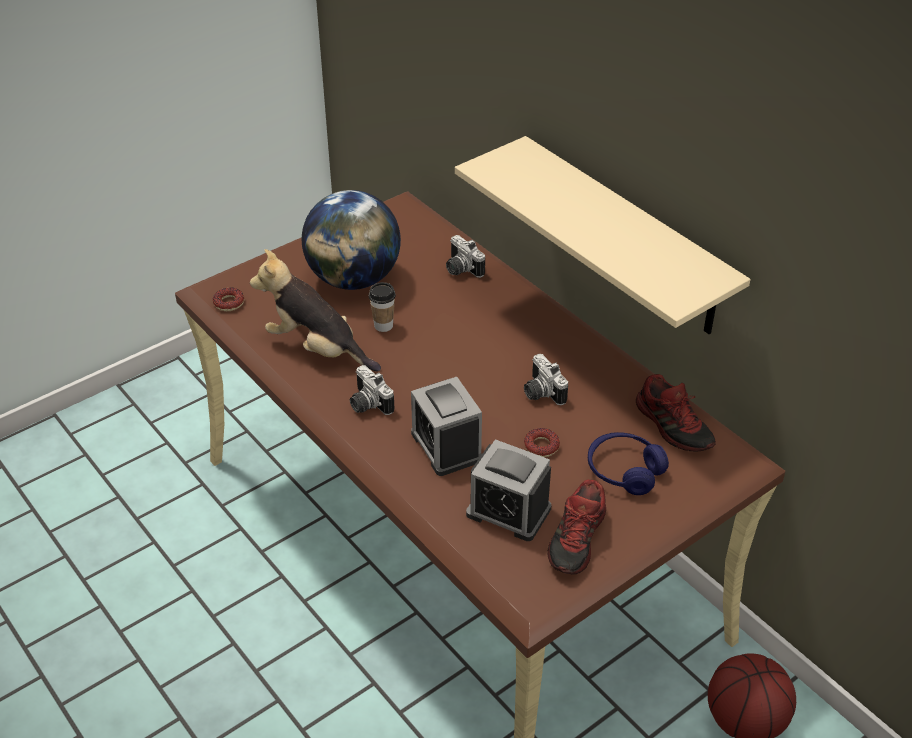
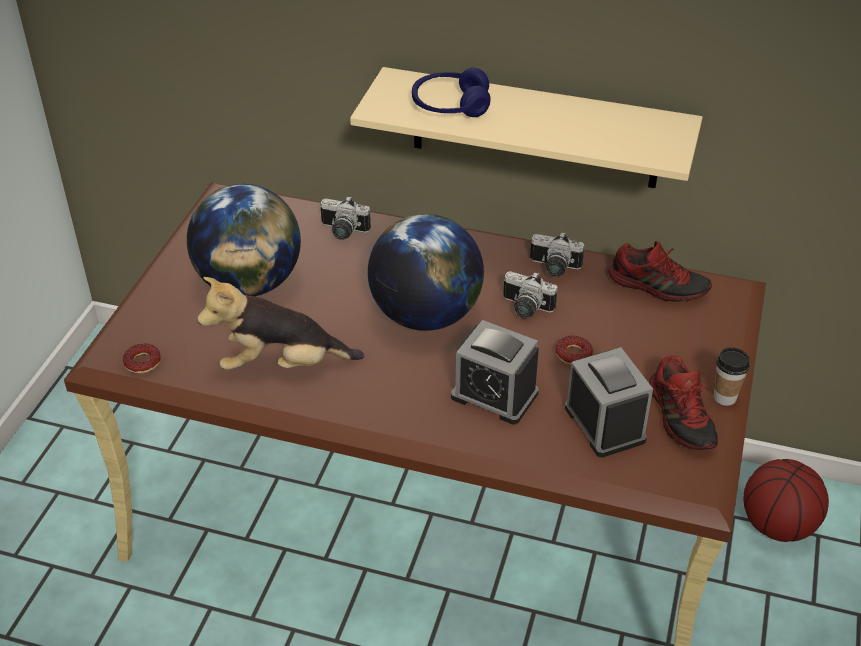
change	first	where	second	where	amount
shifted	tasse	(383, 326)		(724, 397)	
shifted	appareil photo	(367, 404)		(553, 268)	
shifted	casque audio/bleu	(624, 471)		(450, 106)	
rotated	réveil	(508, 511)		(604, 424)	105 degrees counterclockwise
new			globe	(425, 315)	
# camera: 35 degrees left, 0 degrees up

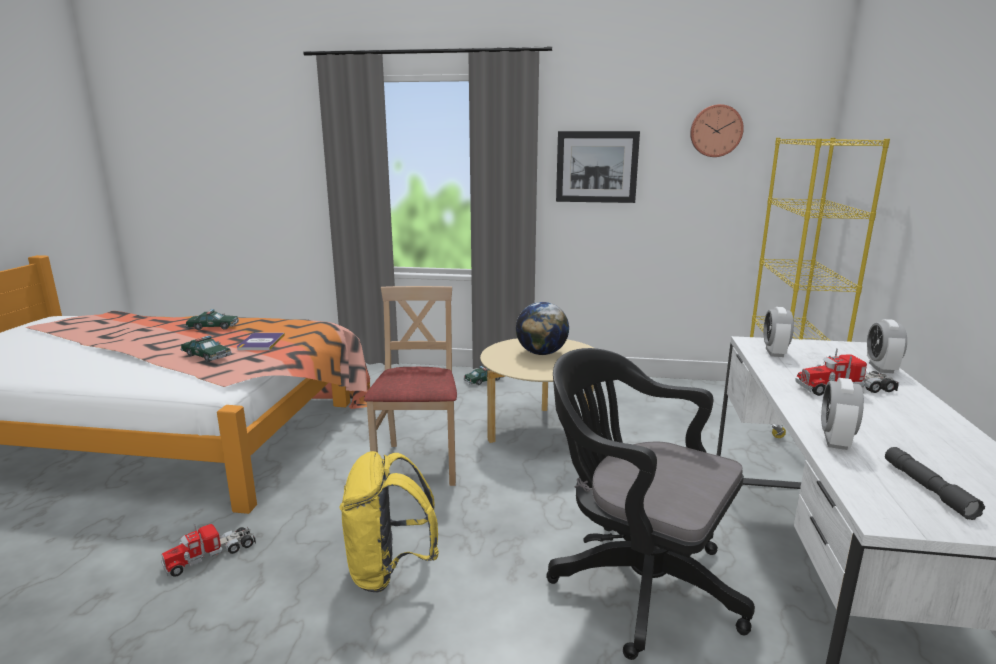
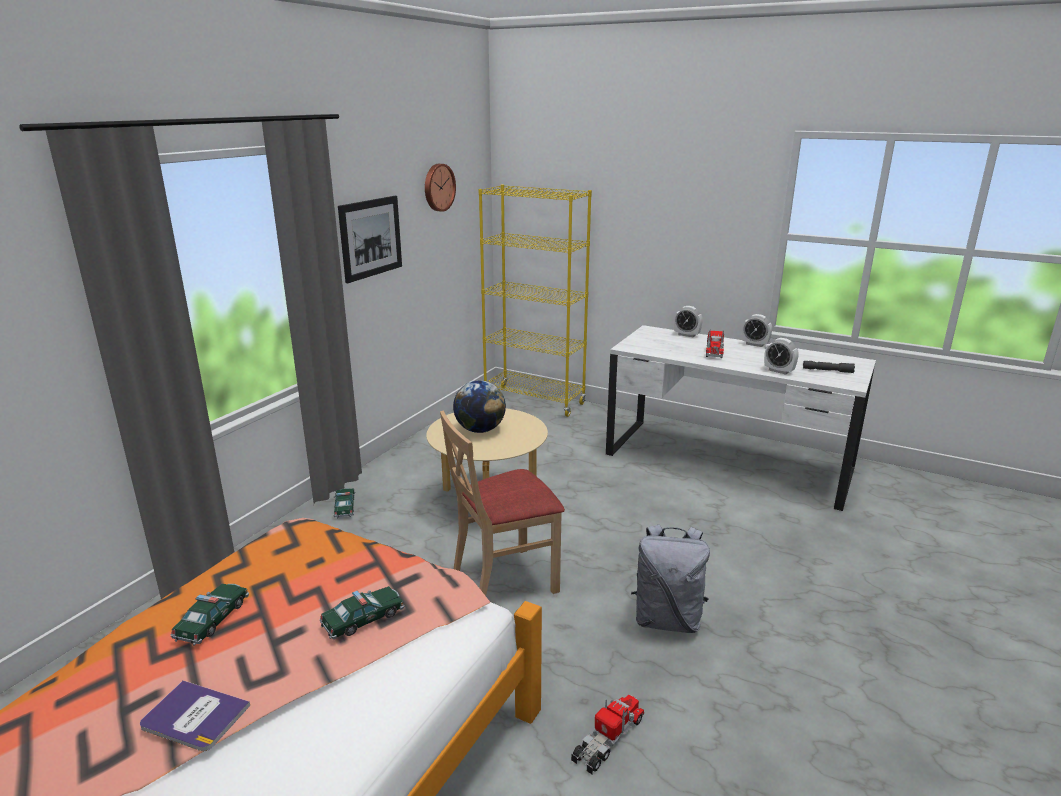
change	first	where	second	where	amount
rotated	chaise/beige	(419, 464)		(504, 579)	45 degrees counterclockwise
shifted	réveil	(774, 352)		(755, 344)	
shifted	livre	(261, 342)		(194, 717)	
gone	chaise de bureau/noir	(636, 581)			
repainted	sac à dos/jaune	(389, 570)	sac à dos/gris	(667, 619)	
rotated	camion jouet	(211, 555)		(608, 739)	120 degrees counterclockwise
# camera: 70 degrees left, 5 degrees up

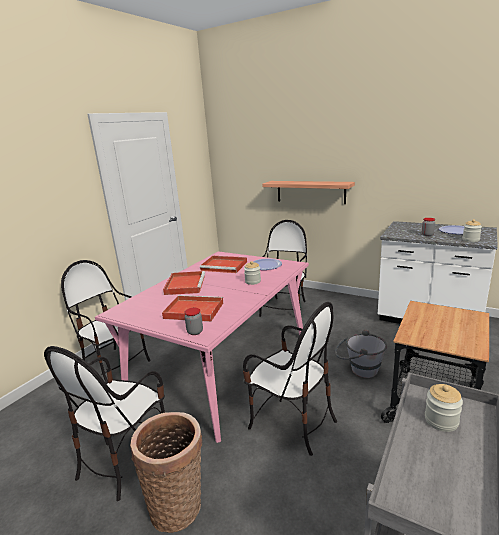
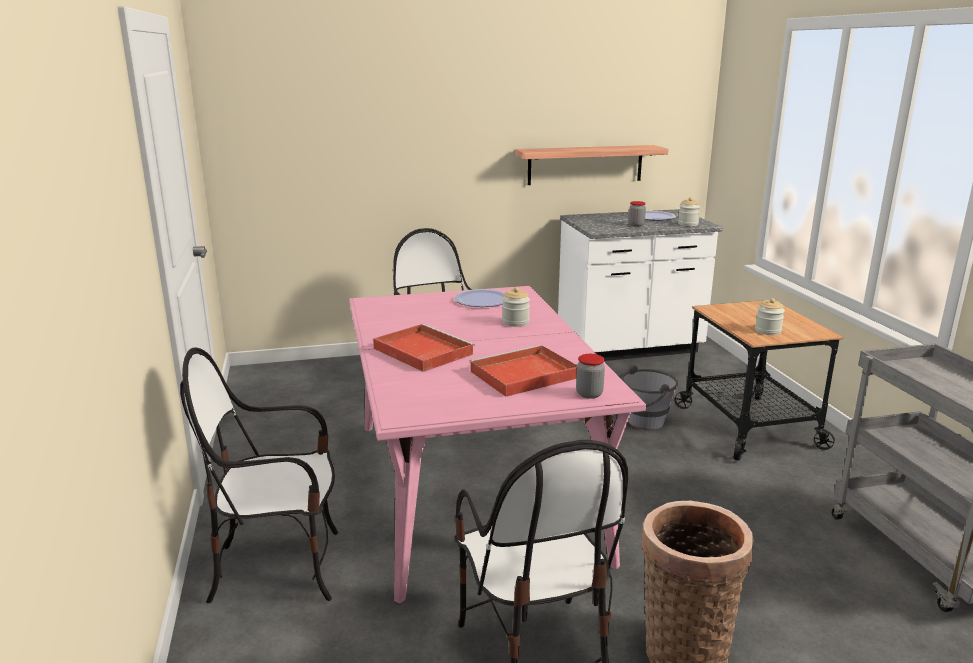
change	first	where	second	where	amount
shifted	étagère	(310, 192)		(585, 165)	
gone	plateau/rouge	(225, 266)			
gone	chaise	(292, 422)			
shifted	bocal	(441, 420)		(767, 331)	
# camera: 45 degrees left, 0 degrees up

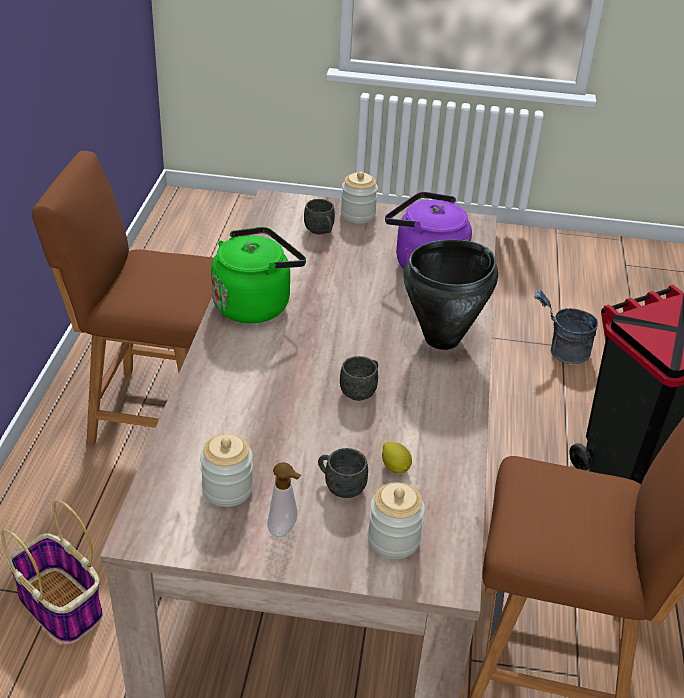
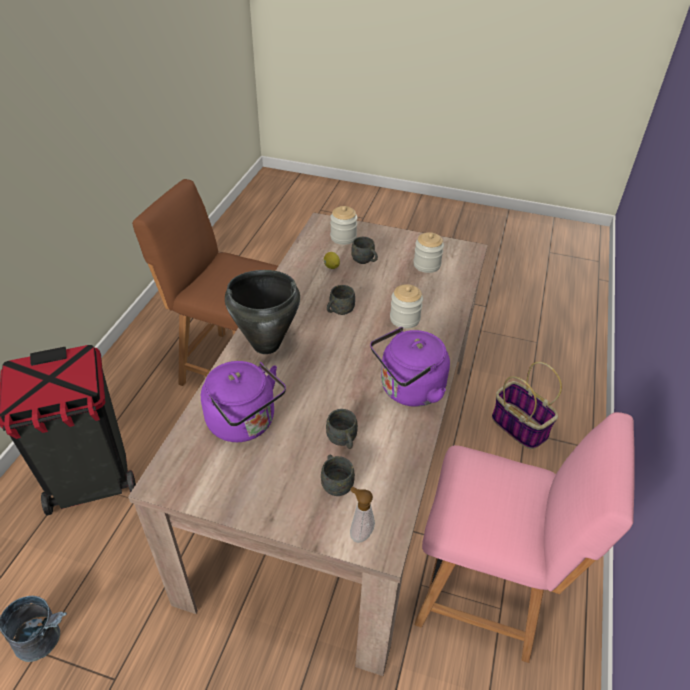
change	first	where	second	where	amount
repainted	chaise/marron	(156, 412)	chaise/rose	(486, 592)	
shifted	bocal	(358, 215)		(404, 319)	
repainted	bouilloire/vert	(255, 304)	bouilloire/violet	(408, 390)	
shifted	distributeur de savon	(285, 530)		(359, 533)	
new			mug/gris	(343, 441)	
# camera: 170 degrees left, 5 degrees up

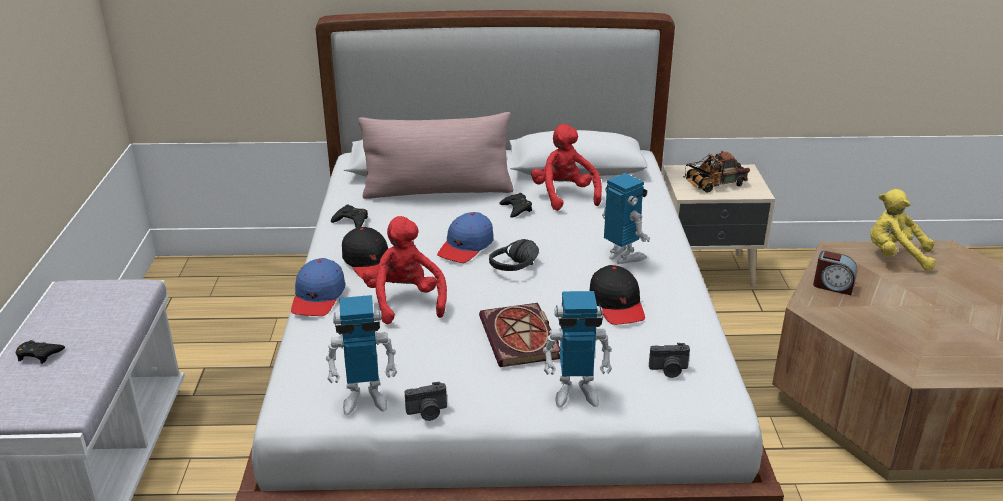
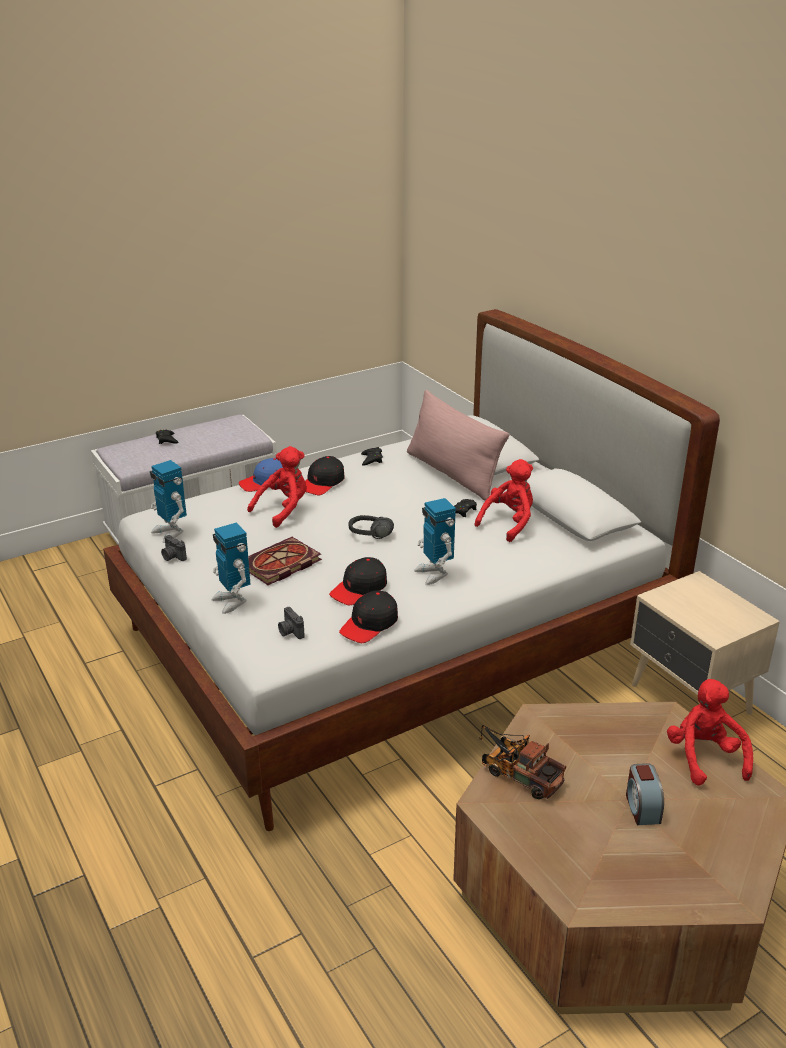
change	first	where	second	where	amount
shifted	camion jouet	(712, 185)		(517, 774)	
rotated	robot jouet	(623, 257)		(434, 574)	135 degrees clockwise
repainted	peluche/jaune	(895, 256)	peluche/rouge	(704, 757)	
gone	casquette/bleu	(466, 246)			
shifted	réveil	(833, 286)		(642, 807)	
new			casquette/noir	(369, 624)	
# camera: 60 degrees right, 0 degrees up

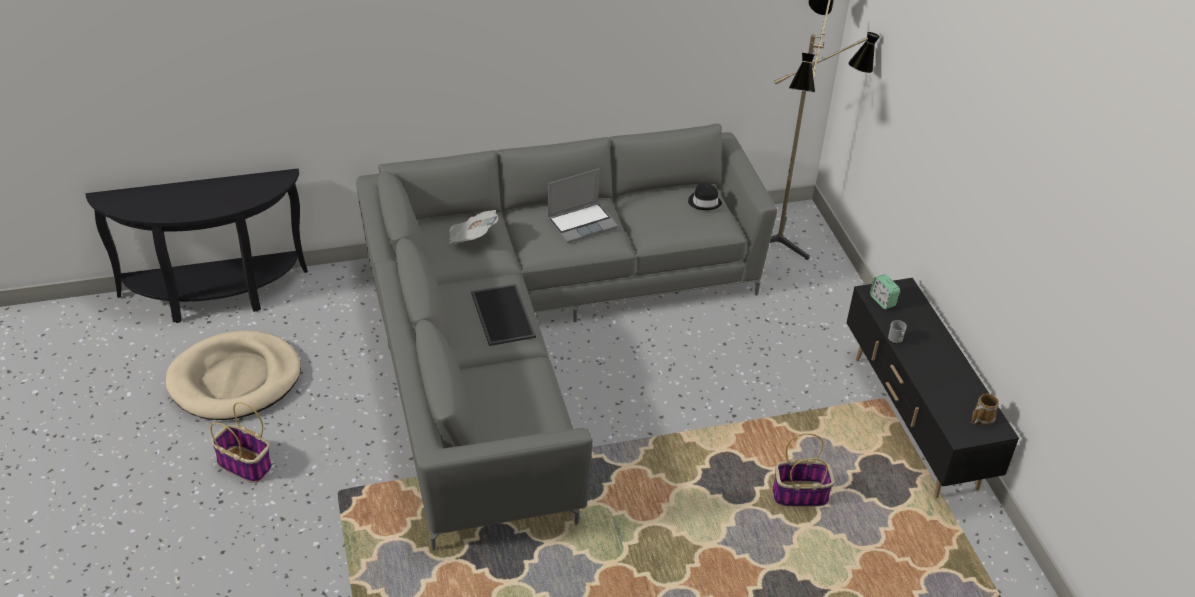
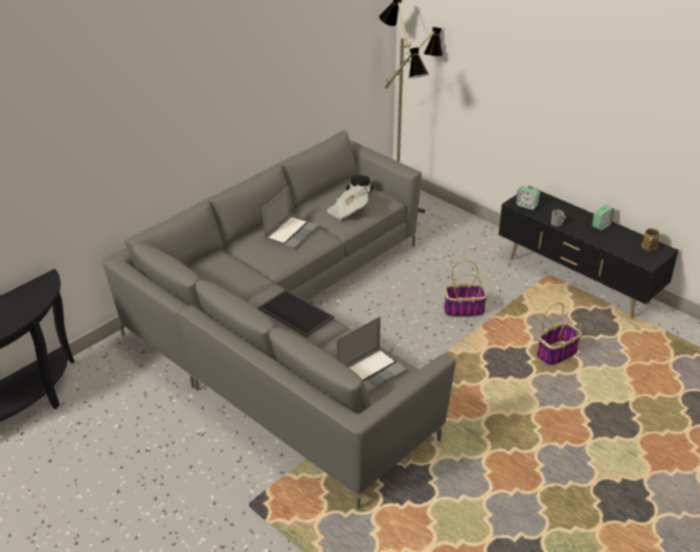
change	first	where	second	where	amount
shifted	journal	(472, 238)		(348, 211)	
gone	panier pour chien/beige	(235, 380)			
shifted	panier	(245, 465)		(464, 310)	
new			réveil	(601, 225)	
new			ordinateur portable	(371, 372)	
# camera: 30 degrees left, 5 degrees down

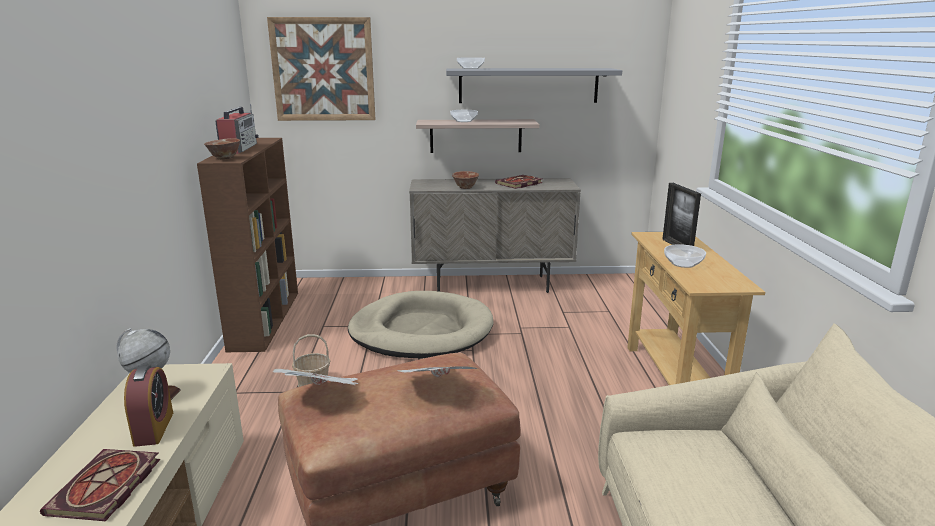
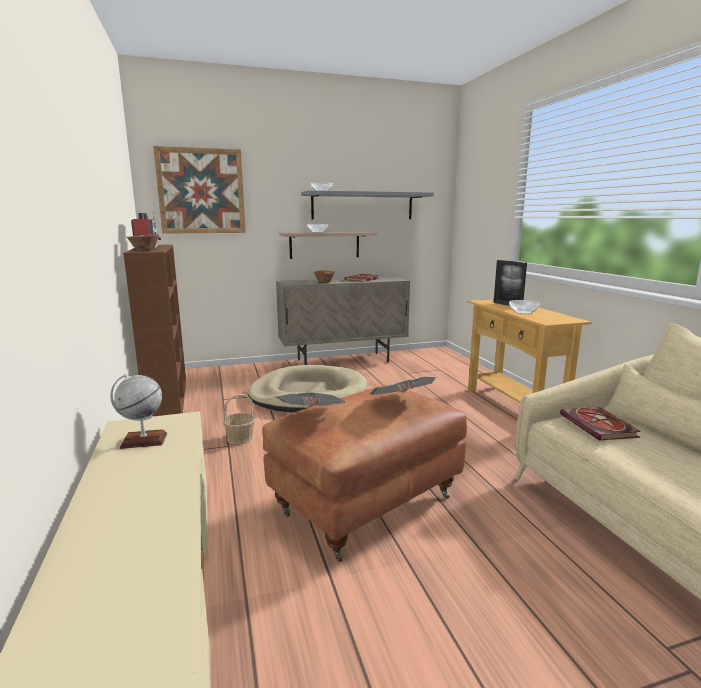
change	first	where	second	where	amount
gone	réveil	(154, 428)			
shifted	livre	(105, 489)		(600, 426)	
# camera: 15 degrees left, 5 degrees down

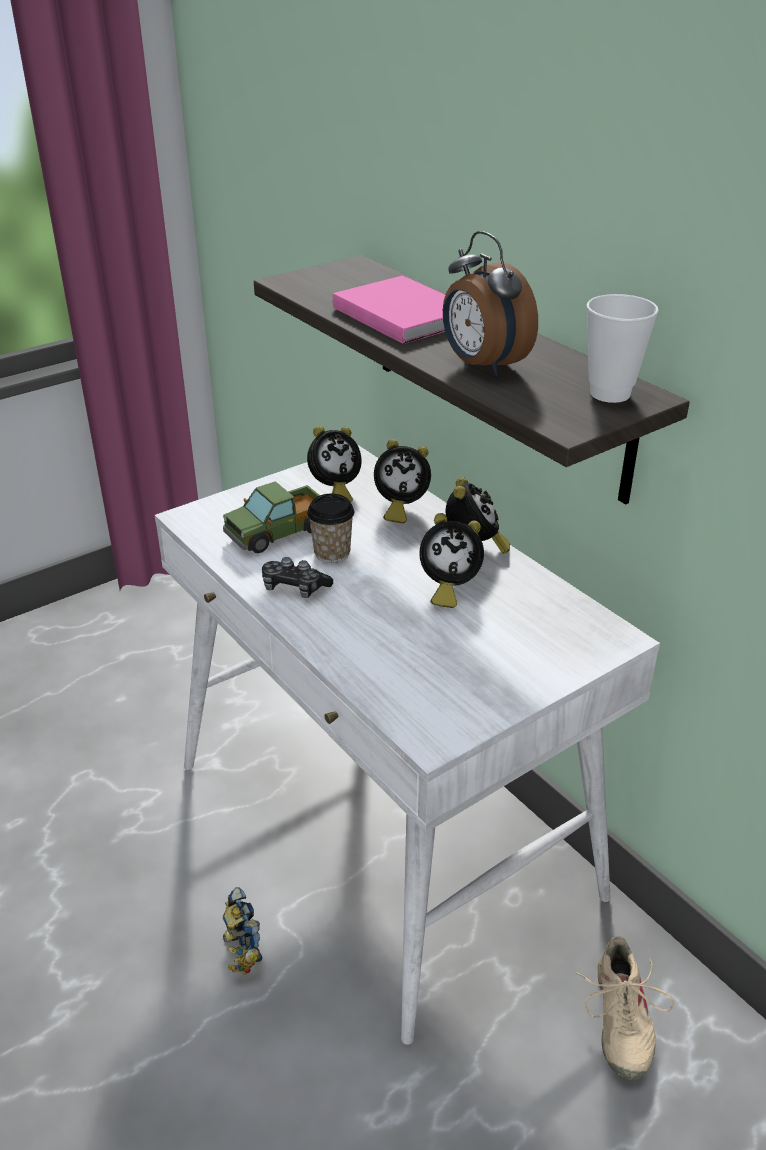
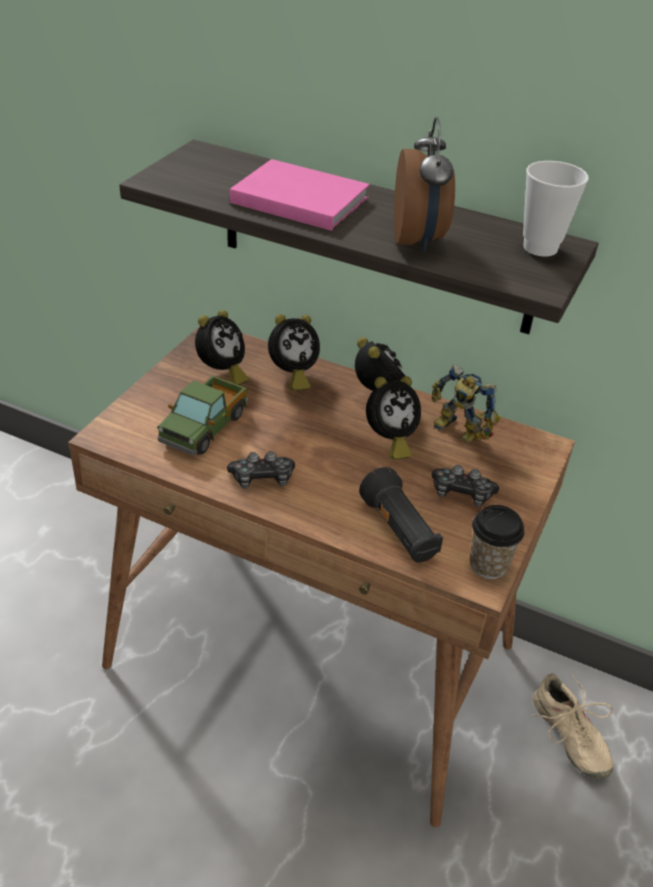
change	first	where	second	where	amount
rotated	réveil	(482, 365)		(418, 240)	120 degrees counterclockwise
repainted	bureau/blanc	(385, 830)	bureau/marron	(314, 656)	
shifted	tasse	(332, 553)		(488, 565)	
shifted	robot jouet	(239, 950)		(457, 431)	
new			manette	(461, 493)	
new			lampe de poche/noir	(399, 531)	
# camera: 30 degrees left, 5 degrees up

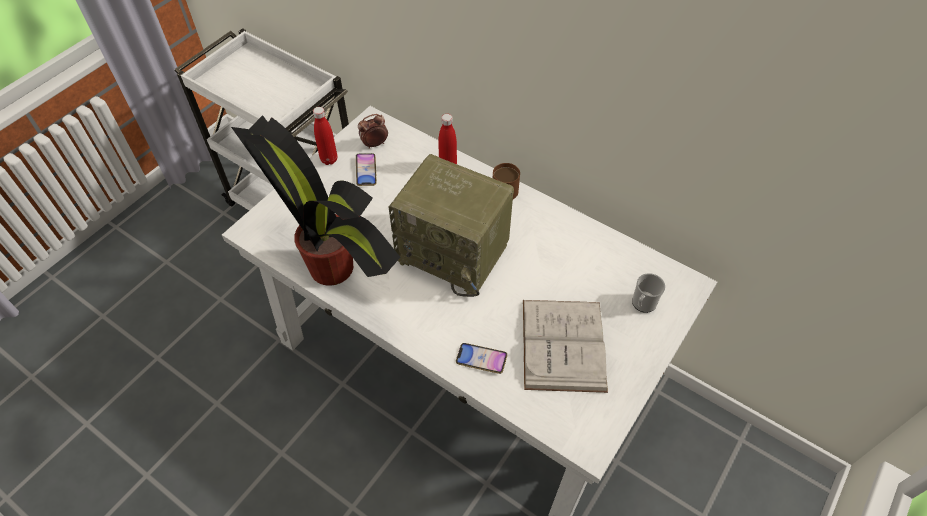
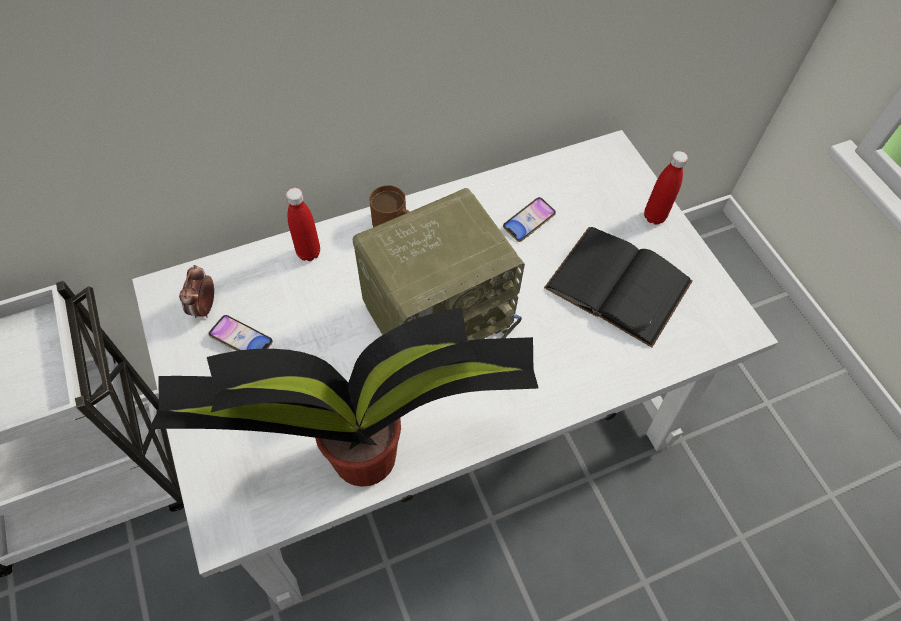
change	first	where	second	where	amount
shifted	bouteille/rouge	(329, 159)		(654, 217)	
gone	mug	(642, 304)			
repainted	livre/blanc	(563, 344)	livre/noir	(618, 284)	
shifted	téléphone	(481, 360)		(528, 222)	
# camera: 60 degrees left, 5 degrees up

